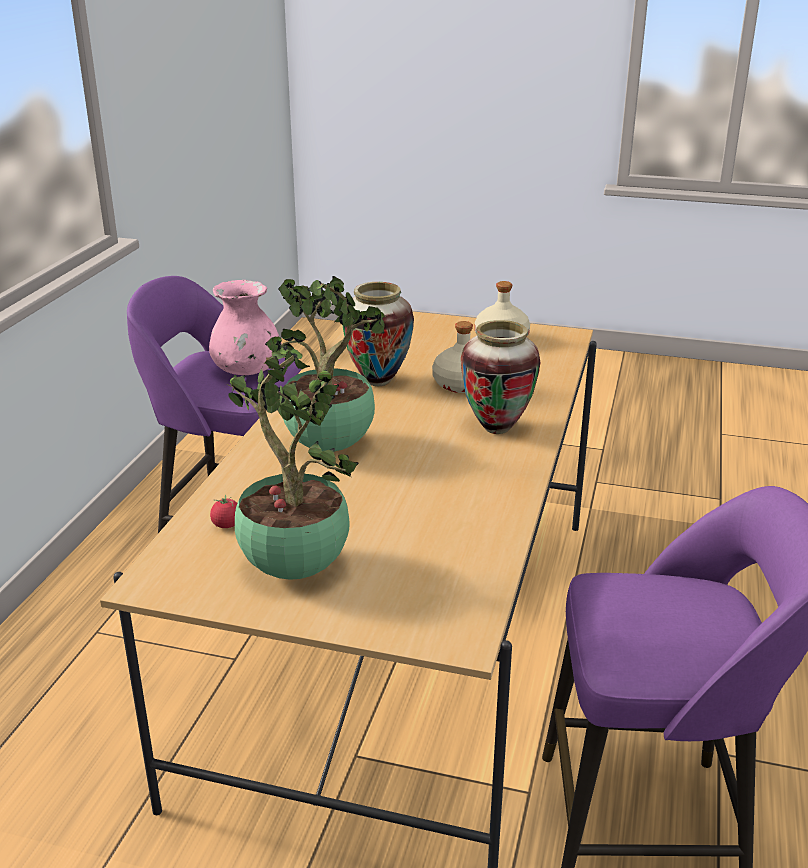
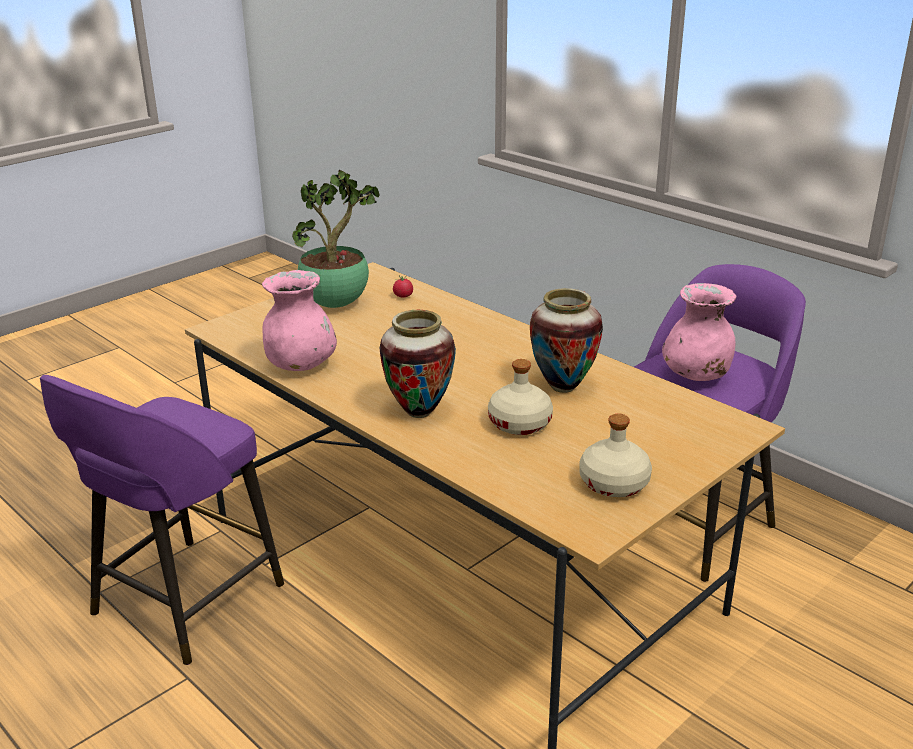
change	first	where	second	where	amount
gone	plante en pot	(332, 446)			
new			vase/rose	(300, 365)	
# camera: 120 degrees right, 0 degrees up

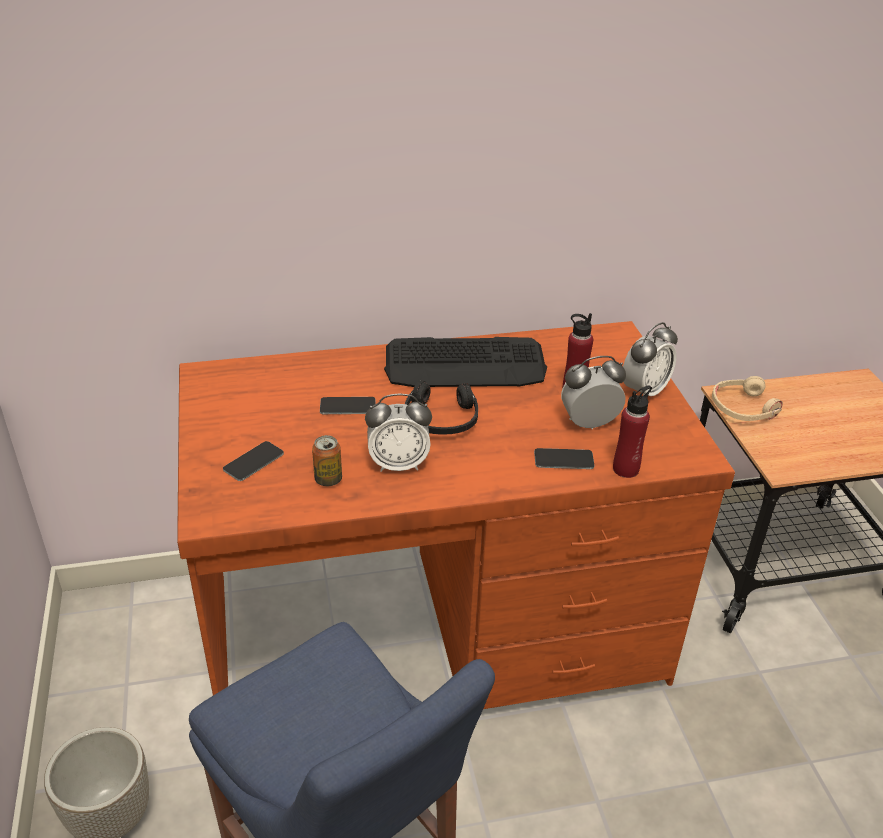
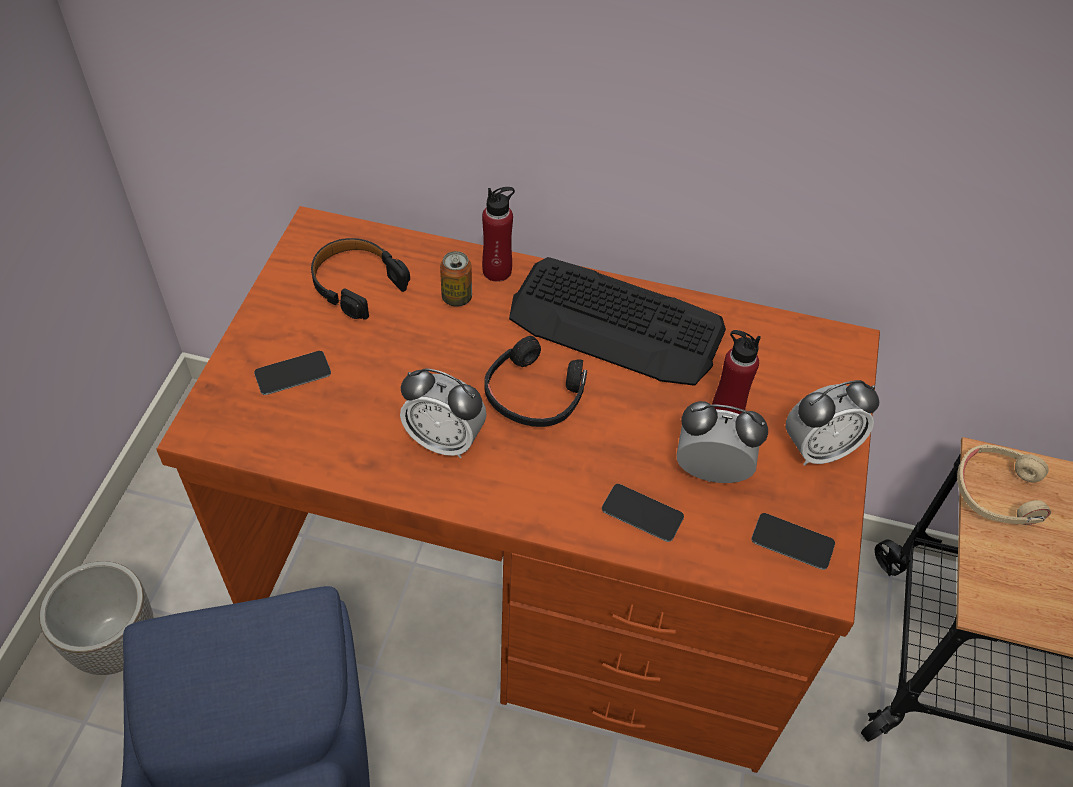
change	first	where	second	where	amount
shifted	bouteille/rouge	(626, 469)		(497, 271)	
shifted	téléphone	(347, 406)		(792, 541)	
shifted	boîte métallique	(328, 479)		(456, 297)	
new			casque audio/noir	(356, 283)	
# camera: 25 degrees right, 15 degrees up

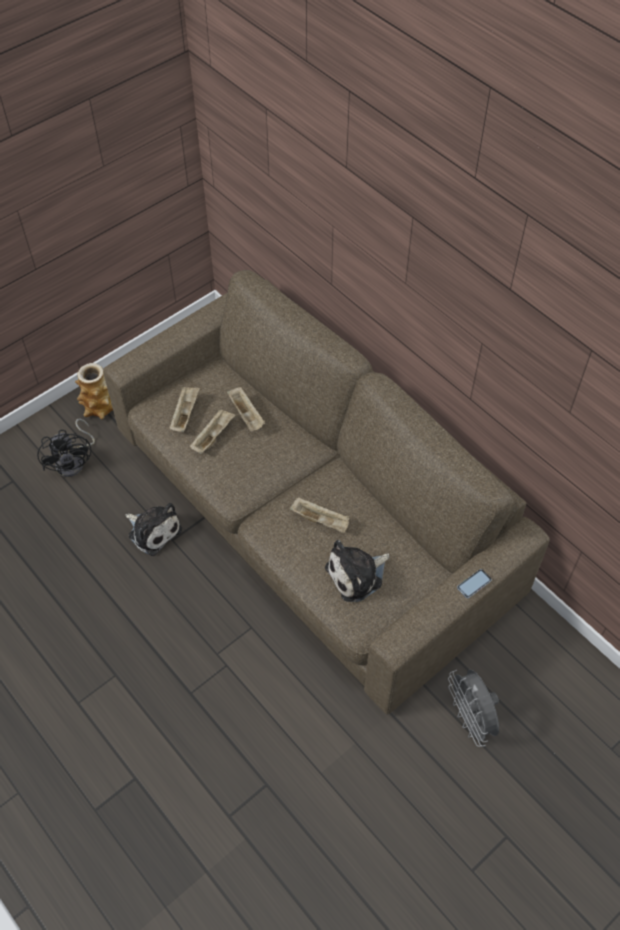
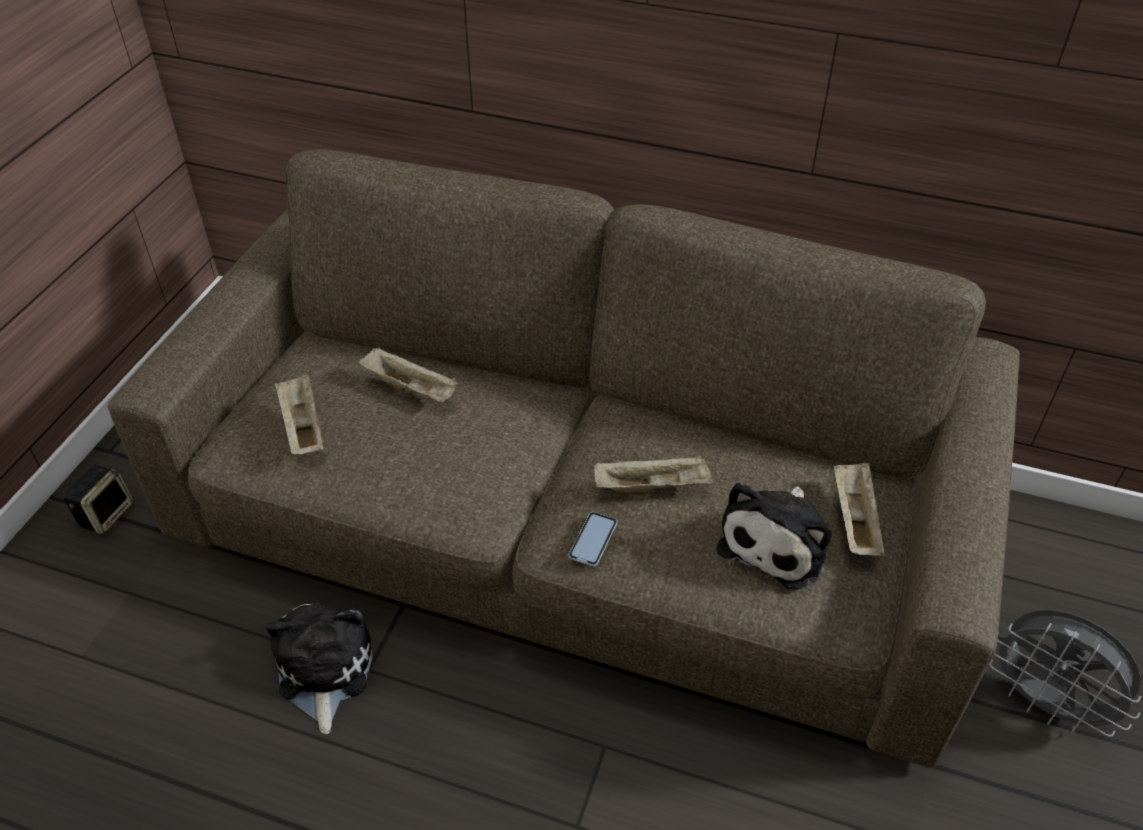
change	first	where	second	where	amount
swapped	vase	(101, 406)	enceinte	(106, 514)	
shifted	plateau/beige	(213, 436)		(854, 519)	
gone	ventilateur/noir	(74, 461)			
rotated	peluche	(153, 531)		(323, 671)	105 degrees counterclockwise
shifted	téléphone	(474, 584)		(593, 539)	
# camera: 30 degrees left, 10 degrees down

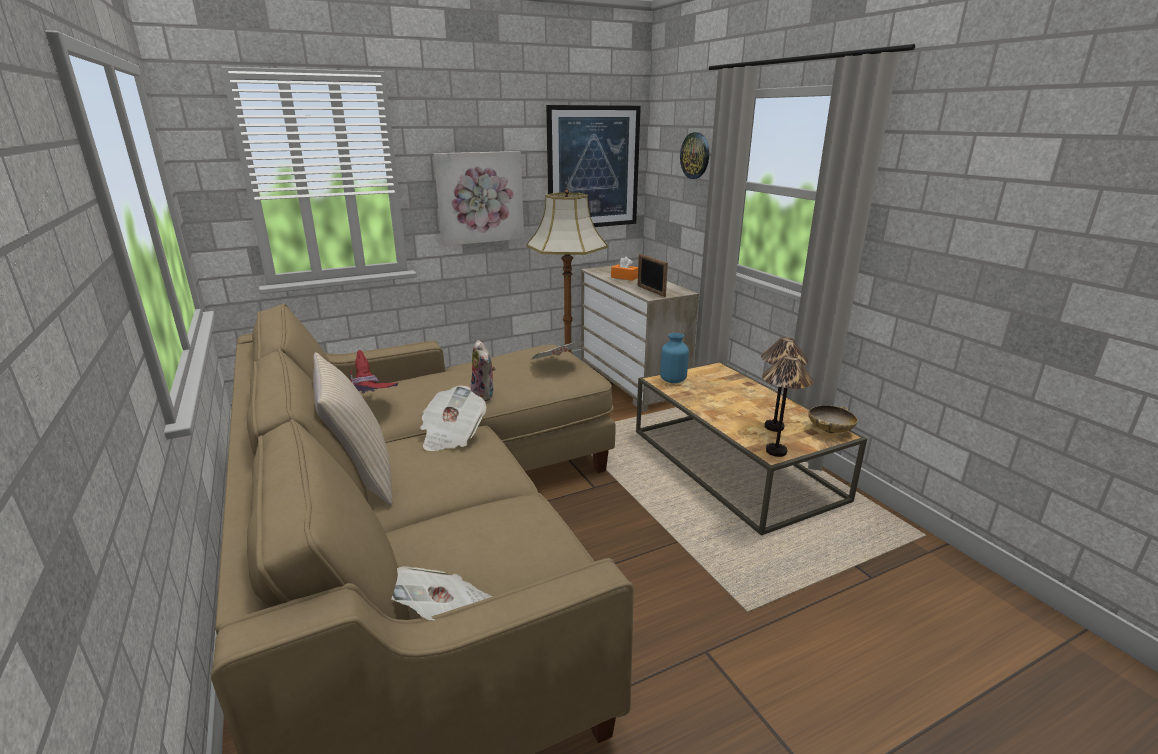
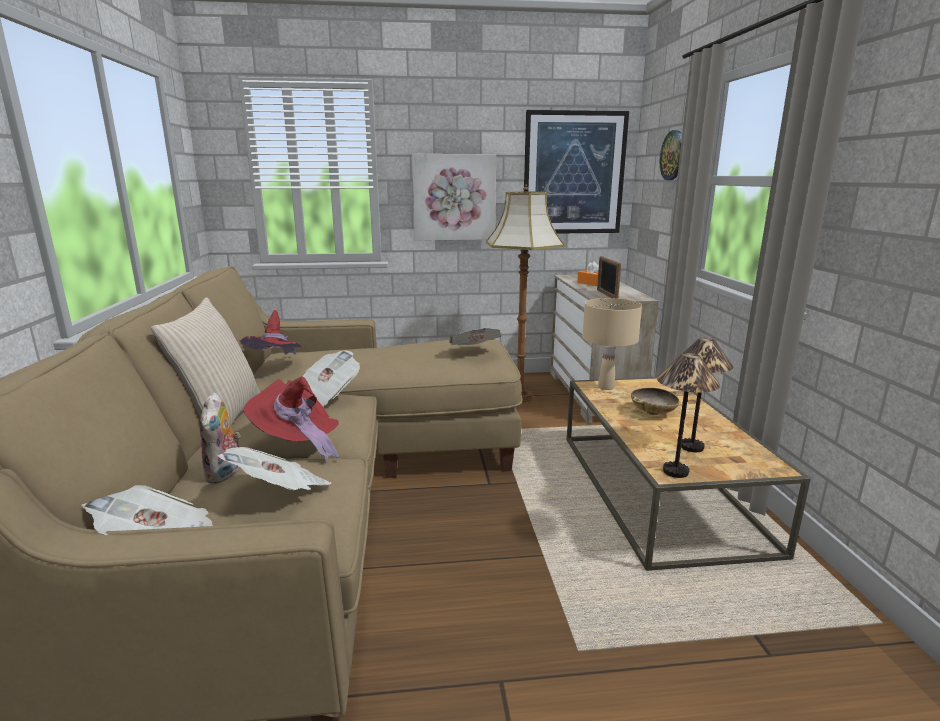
change	first	where	second	where	amount
swapped	vase/bleu	(673, 380)	lampe de table/beige	(606, 387)	
shifted	peluche	(485, 395)		(225, 474)	
shifted	bol/beige	(830, 430)		(653, 413)	
new			chapeau/rouge	(297, 443)	
new			journal	(280, 492)	
# camera: 20 degrees right, 5 degrees down

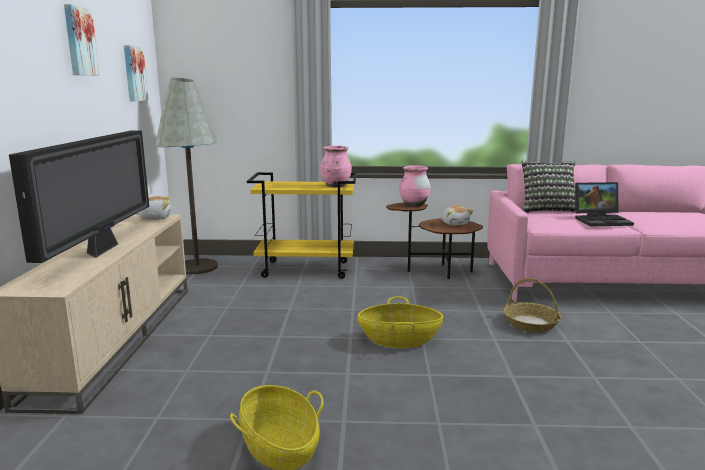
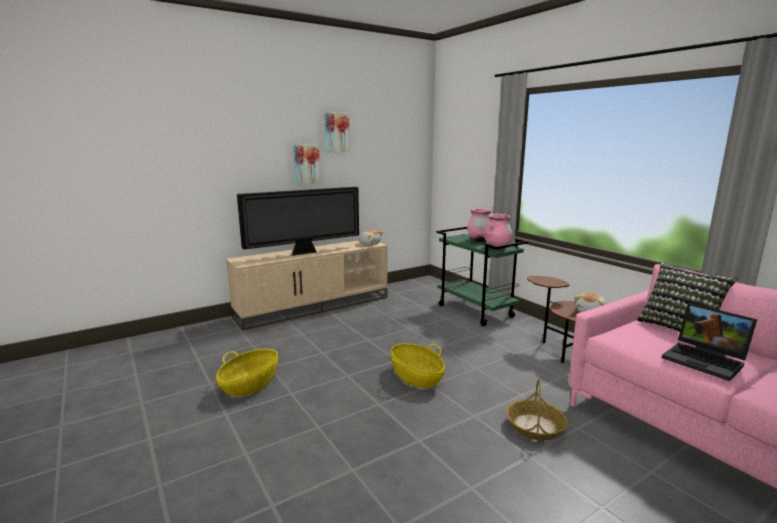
change	first	where	second	where	amount
shifted	tableau	(133, 73)		(306, 164)	
gone	lampadaire/gris	(197, 267)			
shifted	vase/rose	(414, 205)		(479, 240)	
repainted	chariot/jaune	(307, 269)	chariot/vert	(476, 311)	
# camera: 55 degrees right, 0 degrees up

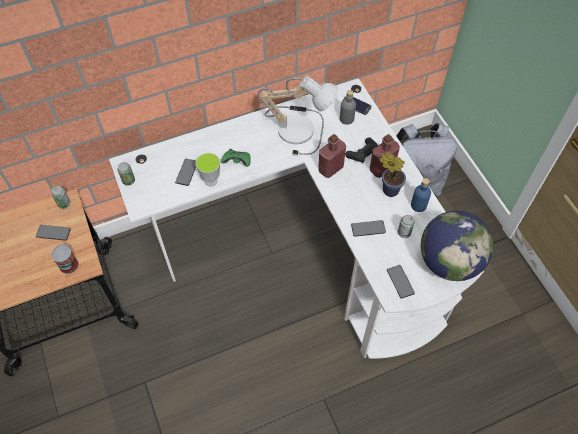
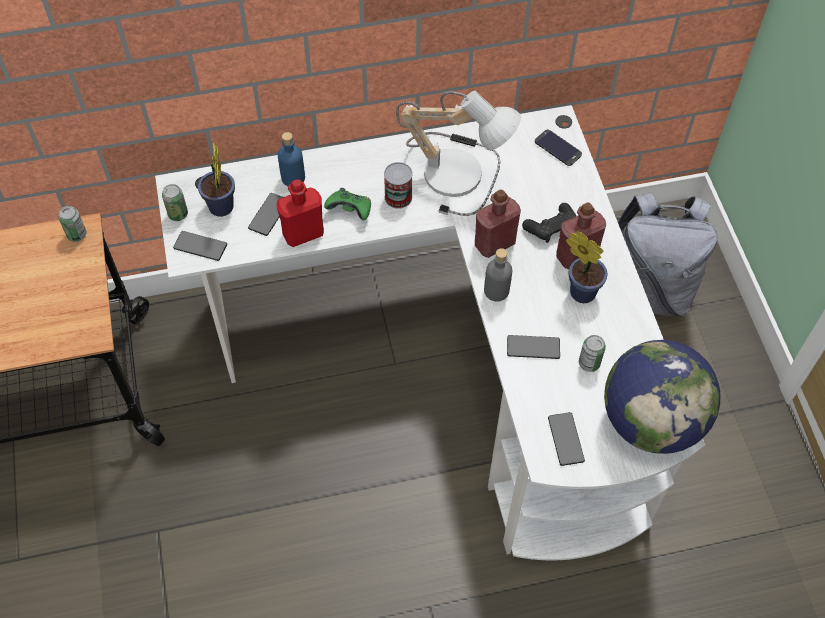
change	first	where	second	where	amount
shifted	bouteille/gris	(346, 119)		(496, 291)	
swapped	tasse	(211, 181)	bouteille/rouge	(303, 234)	
shifted	bouteille/bleu	(418, 205)		(293, 178)	
shifted	téléphone	(53, 233)		(200, 246)	
shifted	boîte métallique	(69, 265)		(398, 197)	
new			plante en pot	(221, 210)	
# camera: 10 degrees right, 0 degrees up

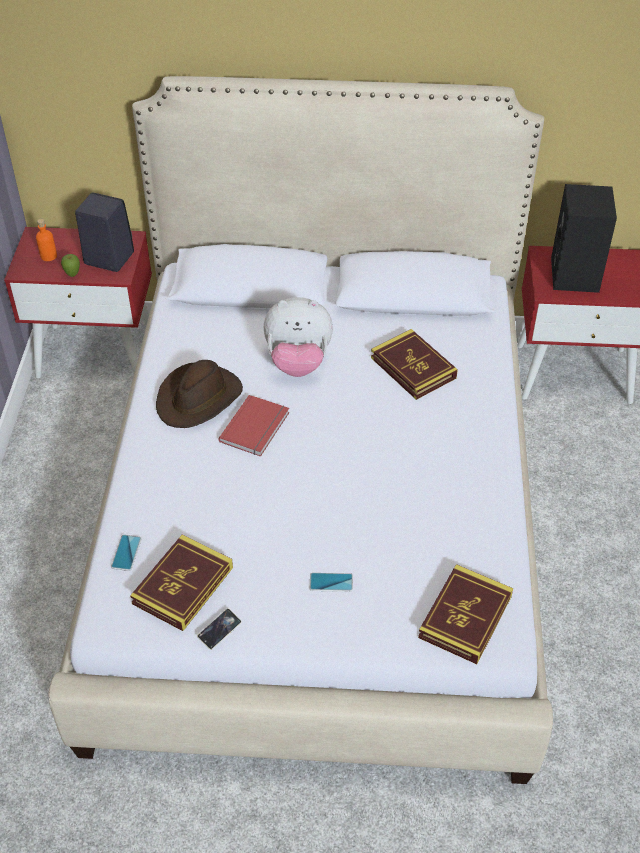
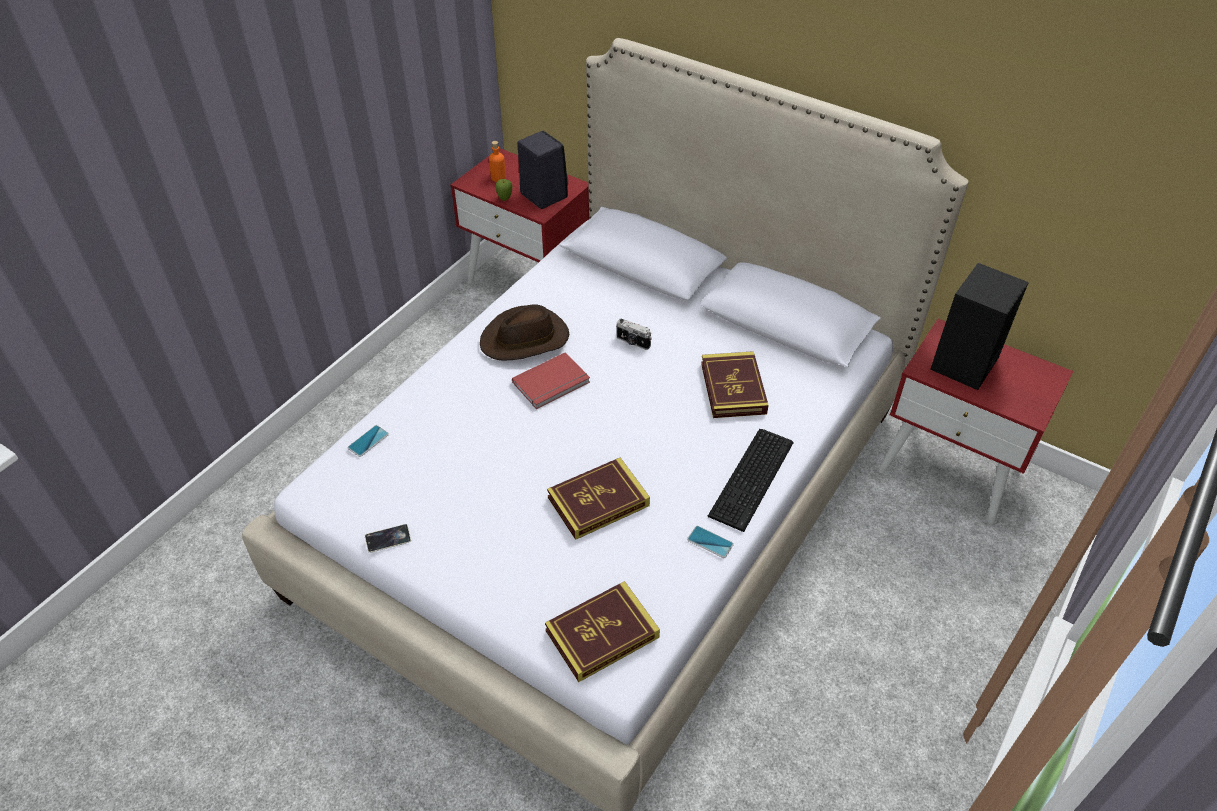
change	first	where	second	where	amount
swapped	peluche	(298, 362)	appareil photo	(632, 342)	
shifted	livre	(183, 585)		(598, 501)	
shifted	téléphone	(331, 582)		(710, 542)	
new			clavier	(754, 478)	
# camera: 30 degrees right, 0 degrees up

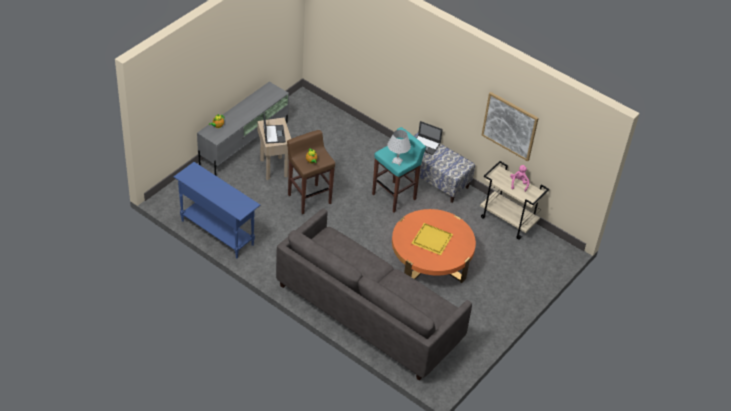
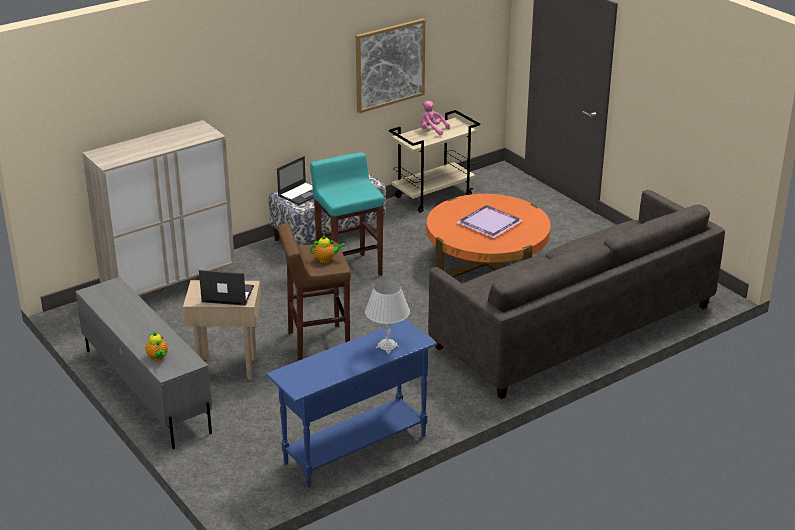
change	first	where	second	where	amount
shifted	lampe de table/blanc	(397, 161)		(387, 347)	
repainted	plateau/jaune	(432, 240)	plateau/violet	(491, 223)	
new			meuble de rangement/beige	(170, 286)	
# camera: 70 degrees left, 15 degrees down

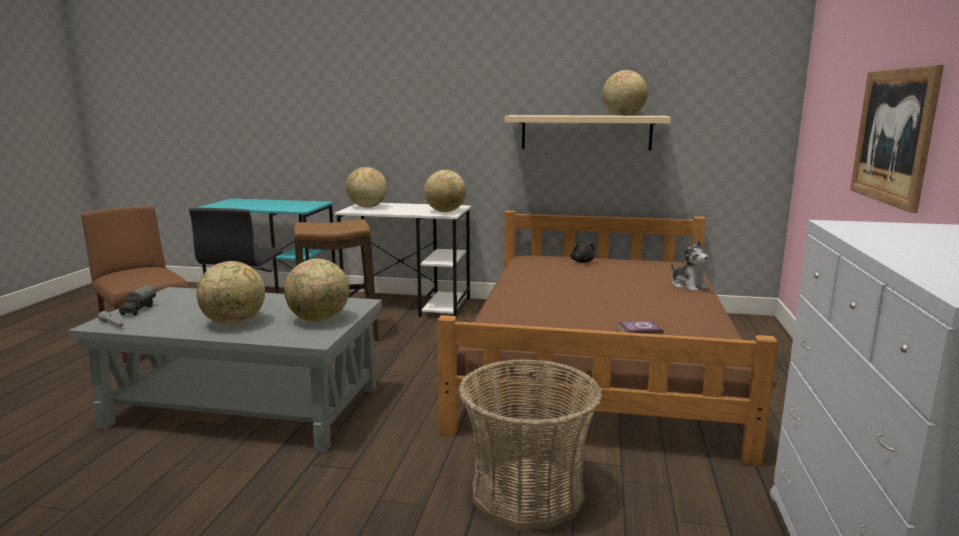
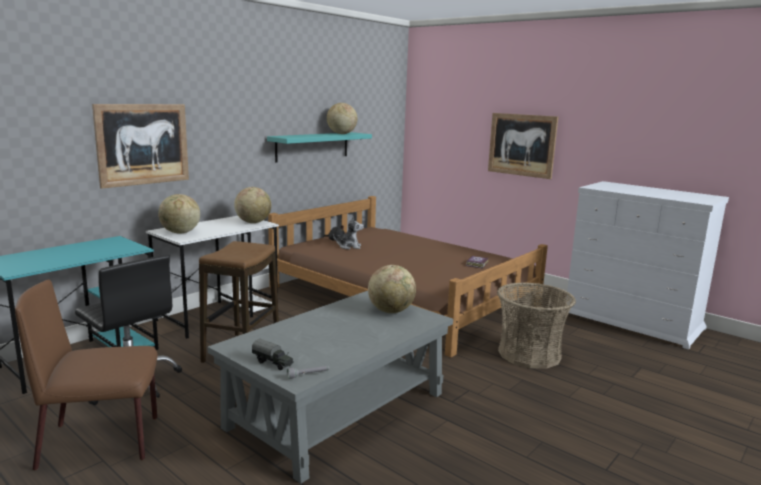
change	first	where	second	where	amount
repainted	étagère/beige	(586, 132)	étagère/turquoise	(312, 146)	
shifted	peluche	(688, 286)		(349, 246)	
gone	globe	(234, 323)			
new			tableau	(143, 144)	
# camera: 60 degrees left, 0 degrees up

